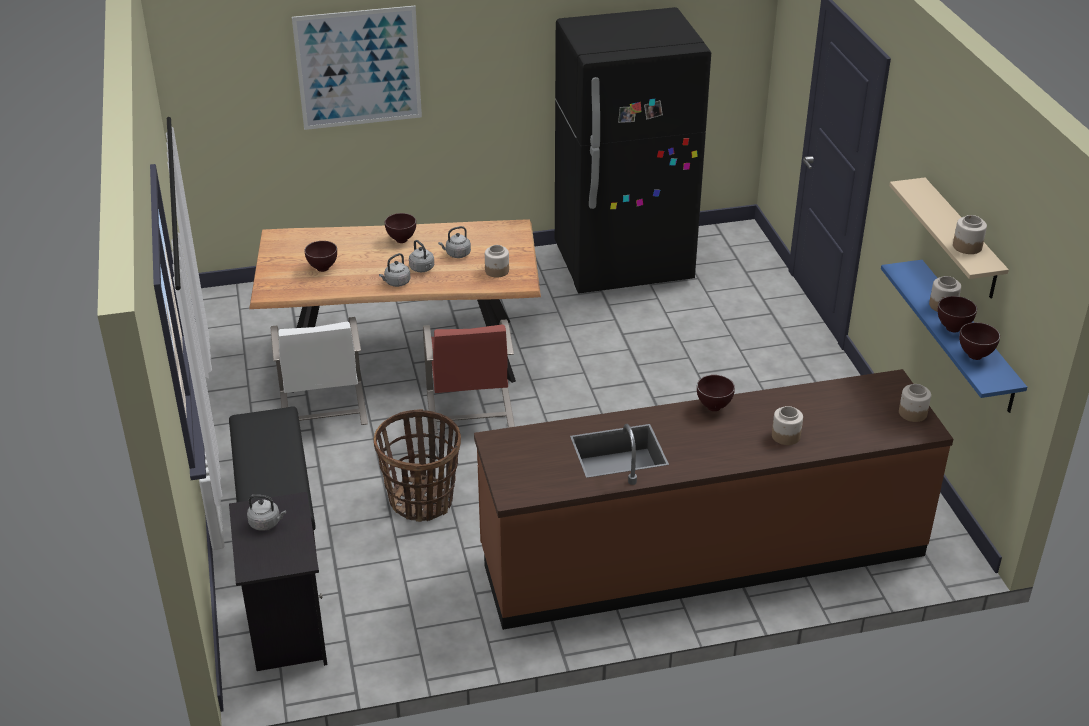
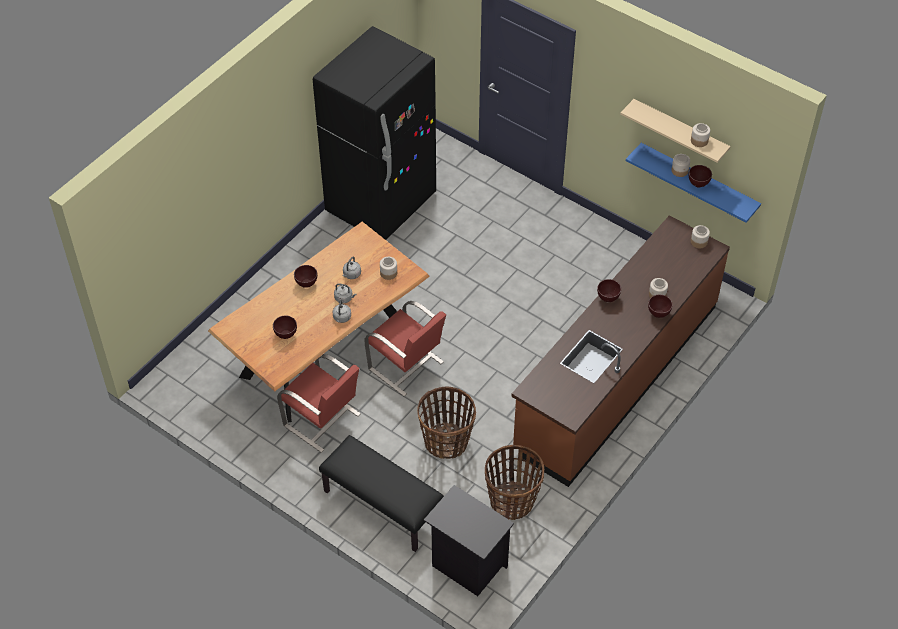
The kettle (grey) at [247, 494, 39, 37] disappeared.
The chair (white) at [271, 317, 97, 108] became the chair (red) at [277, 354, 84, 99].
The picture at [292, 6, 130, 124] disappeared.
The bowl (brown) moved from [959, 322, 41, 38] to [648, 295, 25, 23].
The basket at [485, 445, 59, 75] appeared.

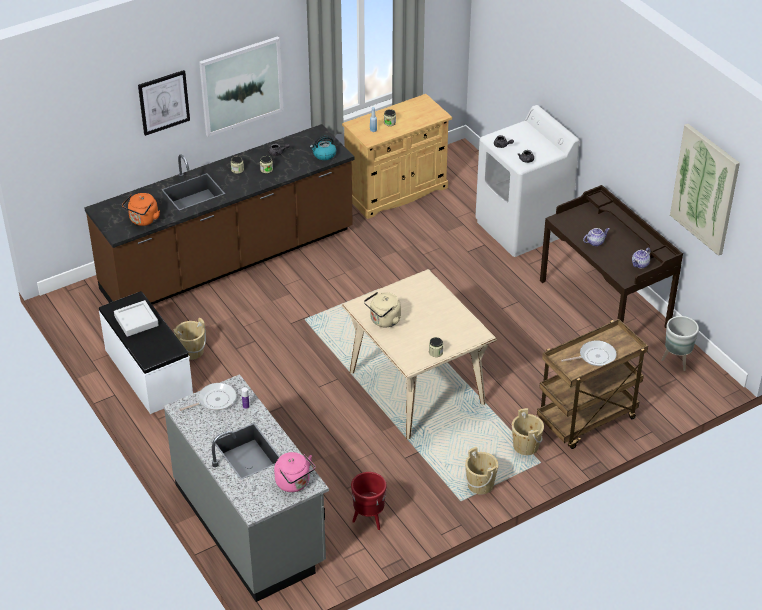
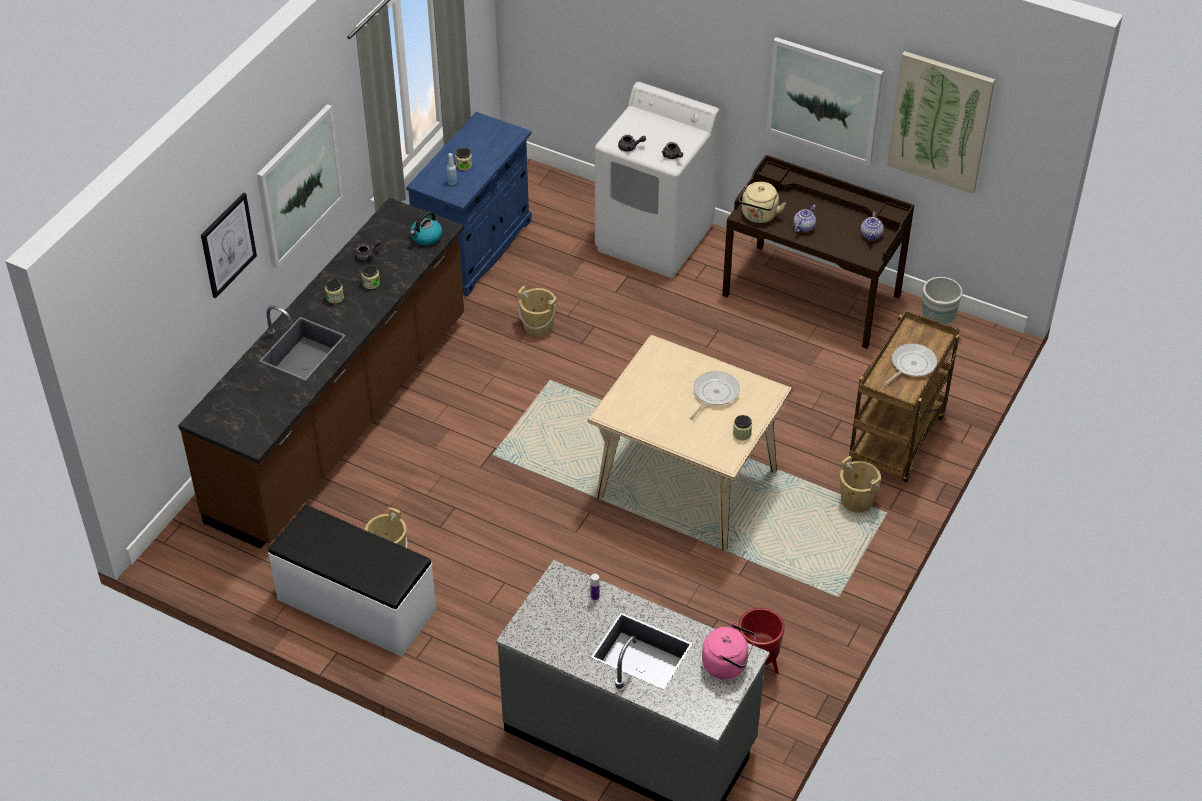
The tray (grey) at [114, 300, 45, 37] disappeared.
The kettle (orange) at [122, 193, 38, 33] disappeared.
The frying pan moved from [179, 383, 58, 28] to [690, 371, 50, 49].
The cabinet (beige) at [342, 94, 110, 125] became the cabinet (blue) at [406, 112, 126, 185].
The kettle (beige) moved from [364, 292, 37, 35] to [739, 182, 47, 41].
The bucket (beige) moved from [465, 447, 34, 48] to [518, 285, 39, 51].
The picture at [766, 37, 117, 129] appeared.

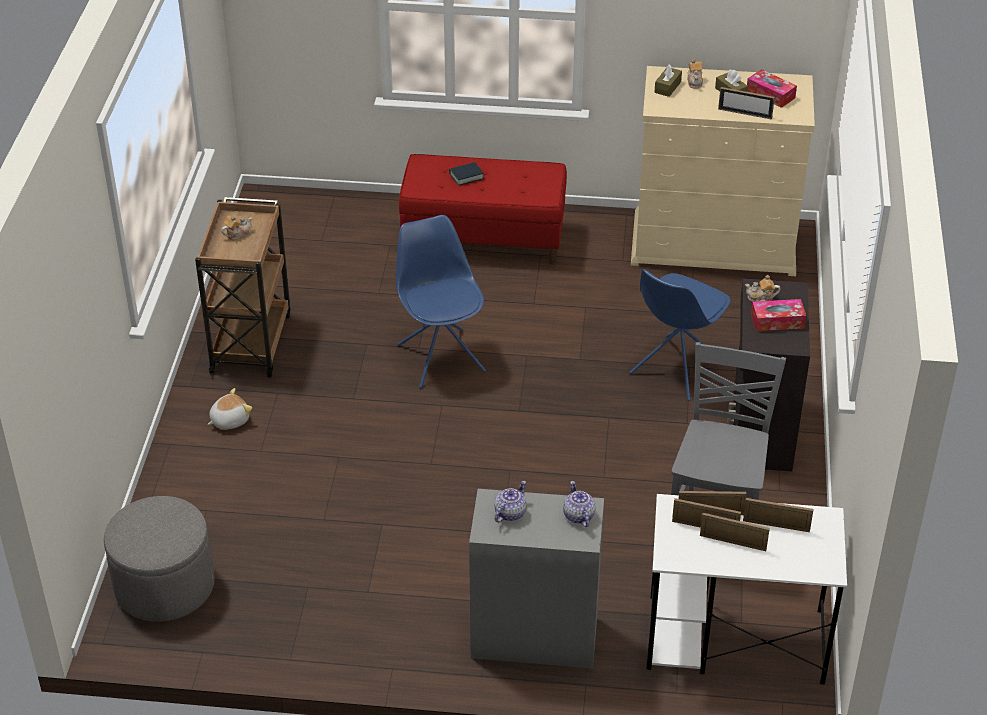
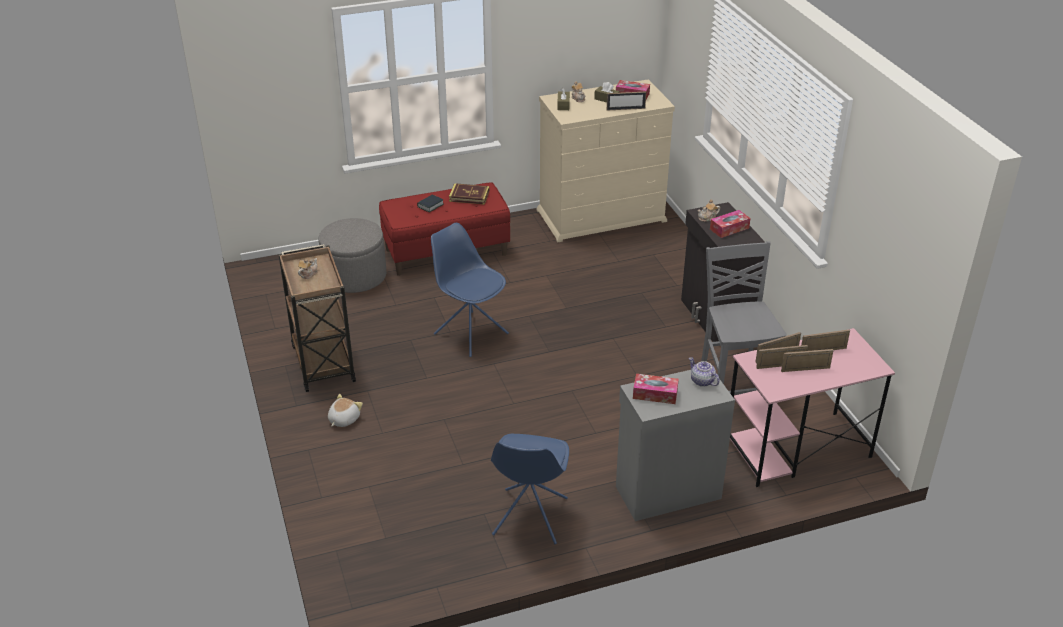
The ottoman (grey) moved from [104, 496, 111, 126] to [318, 218, 68, 75].
The teapot at [494, 481, 33, 41] was replaced by the tissue box at [633, 374, 46, 30].
The chair (blue) moved from [629, 269, 101, 132] to [491, 434, 78, 110].
The desk (white) at [646, 494, 201, 191] became the desk (pink) at [730, 328, 165, 159].
The book at [449, 183, 40, 22] appeared.

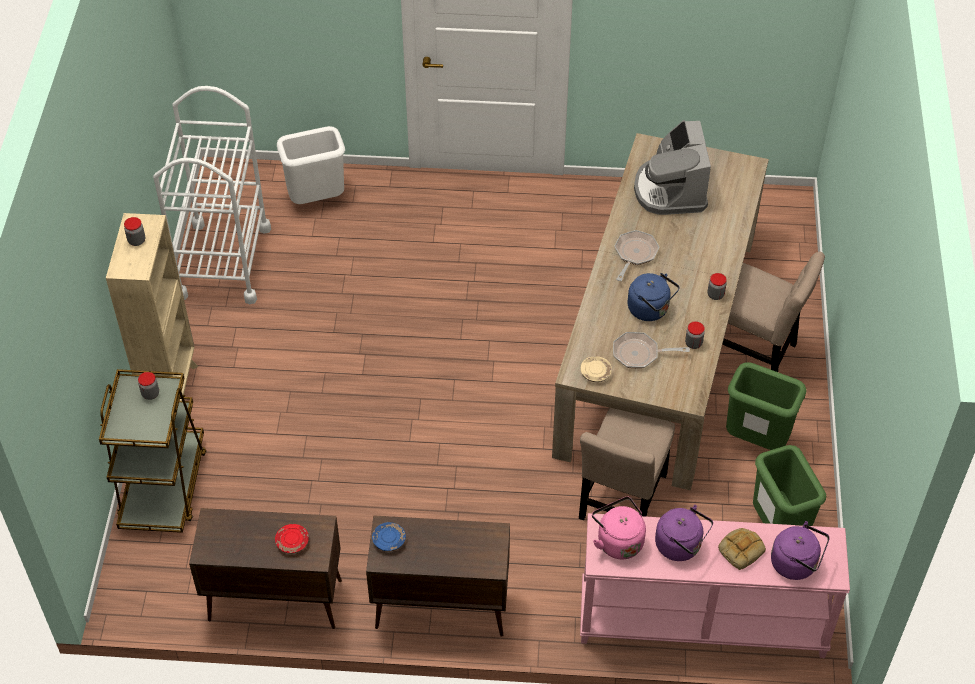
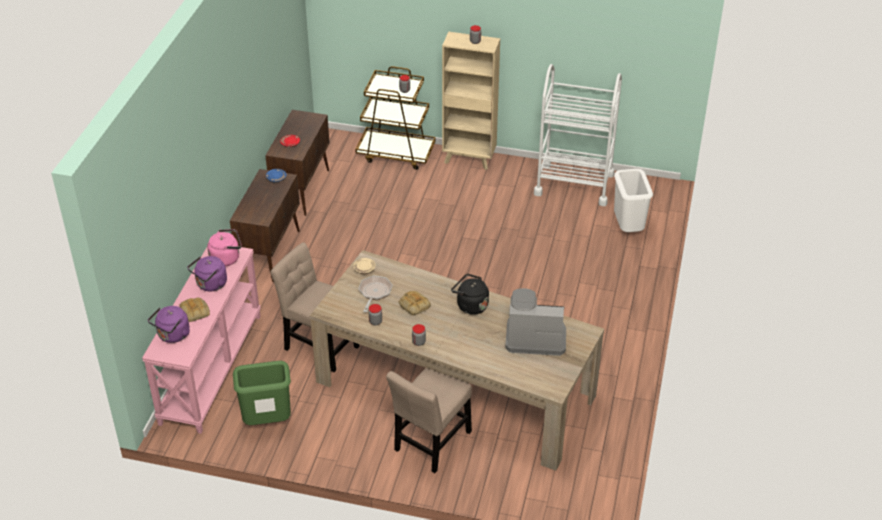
The frying pan at [614, 230, 45, 51] was replaced by the kettle (black) at [451, 274, 38, 41].
The kettle (blue) at [627, 273, 53, 48] was replaced by the bread at [399, 291, 32, 24].
The trash can (green) at [726, 362, 81, 88] disappeared.

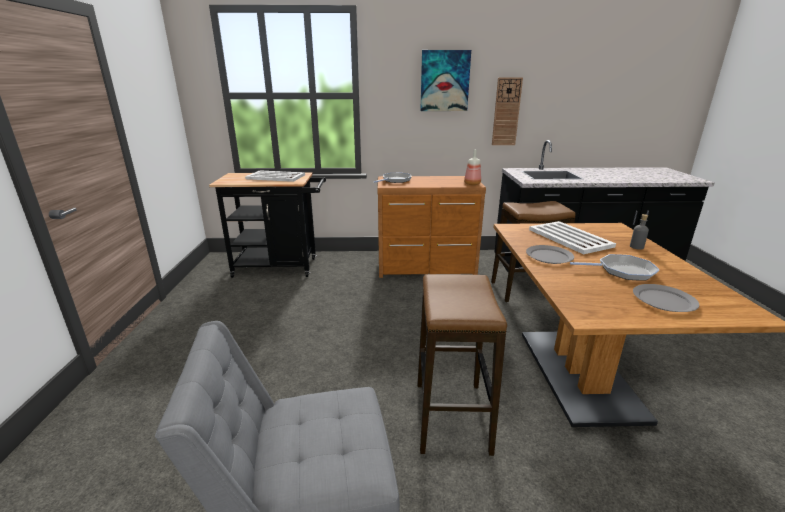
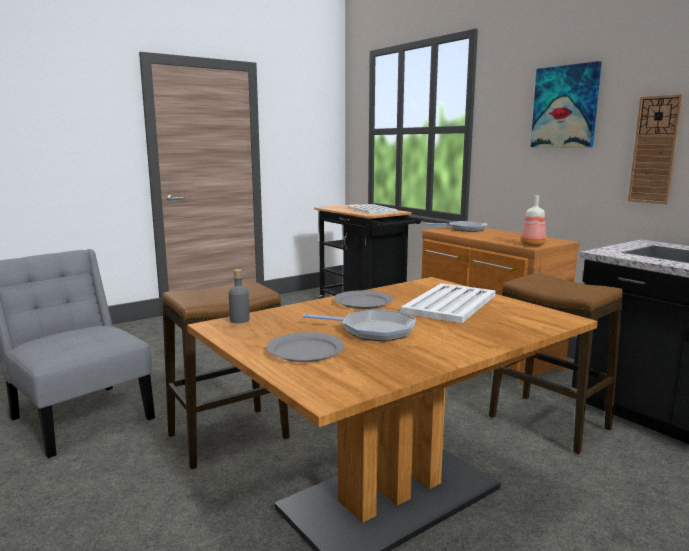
The frying pan at [570, 254, 90, 27] turned 45 degrees counterclockwise.
The bottle (grey) moved from [630, 214, 19, 36] to [229, 269, 20, 54].

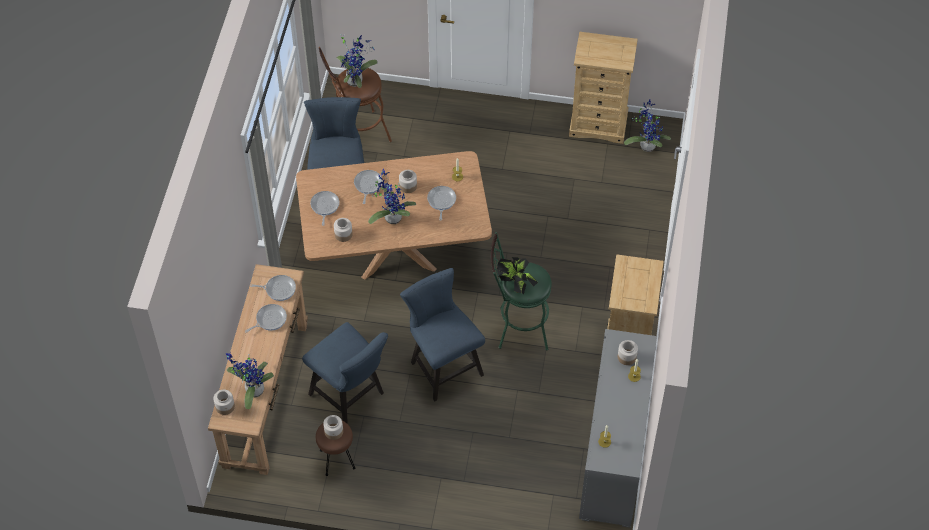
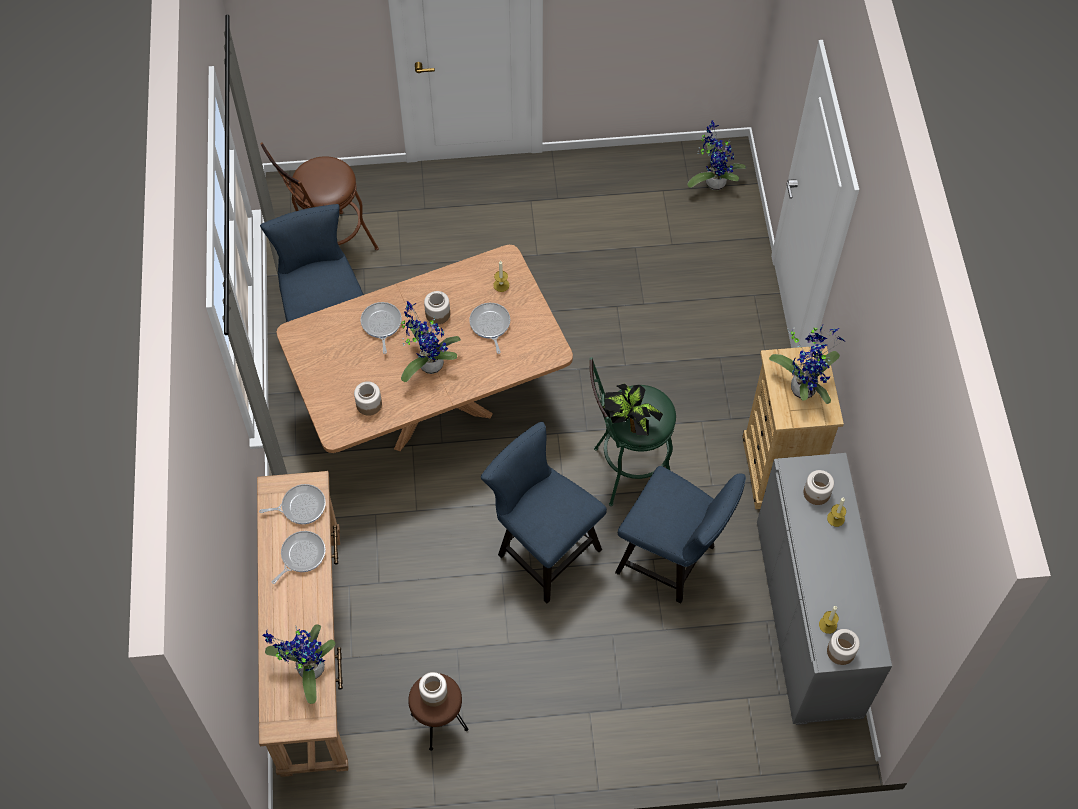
The jar moved from [214, 390, 21, 25] to [827, 629, 33, 36].
The chair (blue) moved from [302, 322, 86, 101] to [615, 466, 131, 137].
The frying pan at [310, 191, 29, 35] disappeared.
The potted plant moved from [337, 35, 41, 53] to [769, 325, 76, 79].
The dresser (beige) at [569, 32, 69, 112] disappeared.

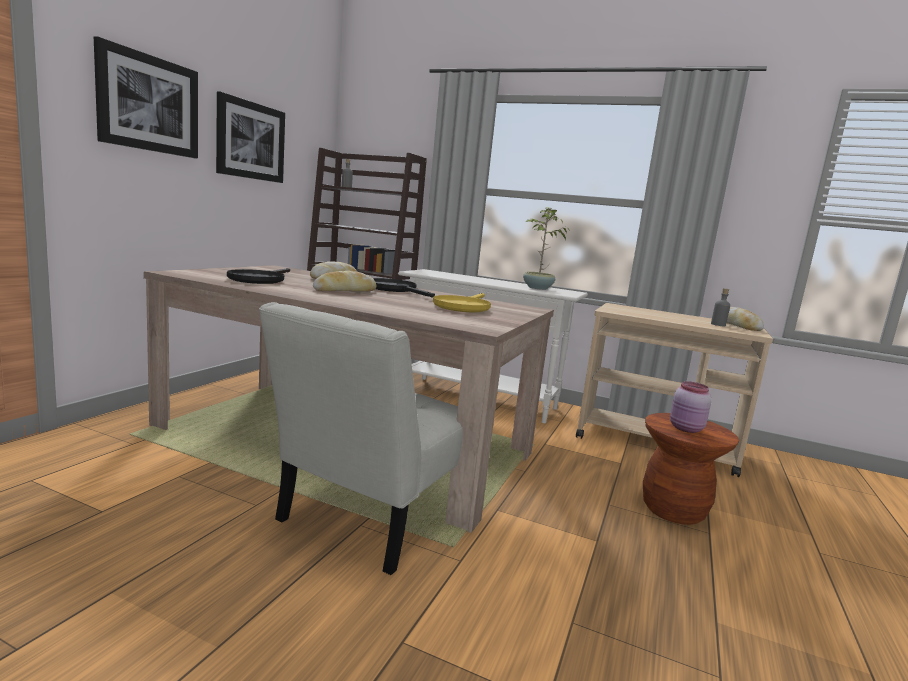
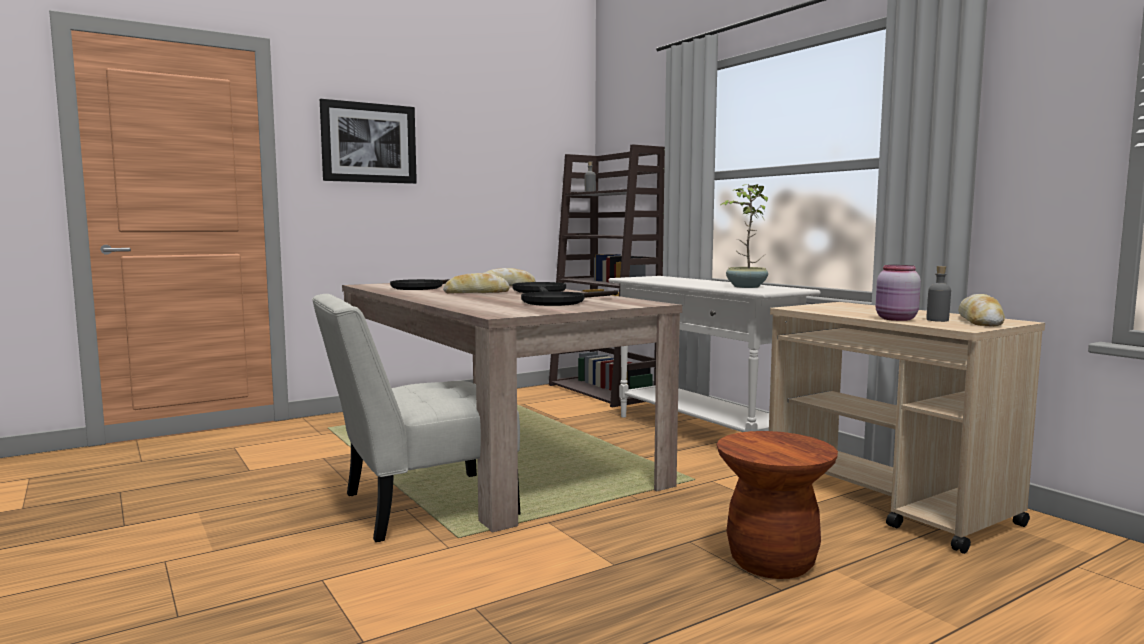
The picture at [216, 91, 69, 92] disappeared.
The frying pan (yellow) at [433, 293, 58, 19] became the frying pan (black) at [521, 290, 97, 16].
The jar (pink) moved from [670, 381, 42, 52] to [876, 265, 45, 56].

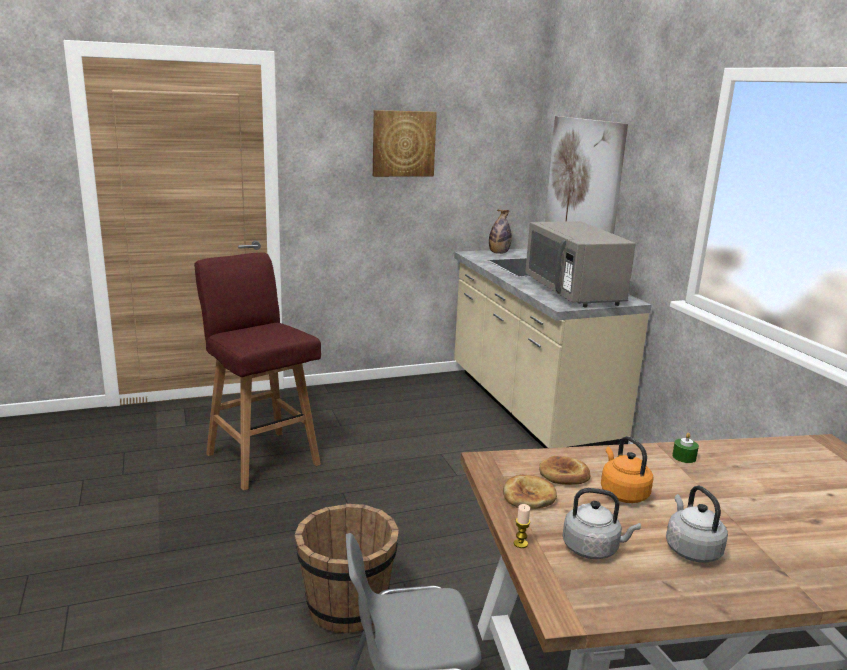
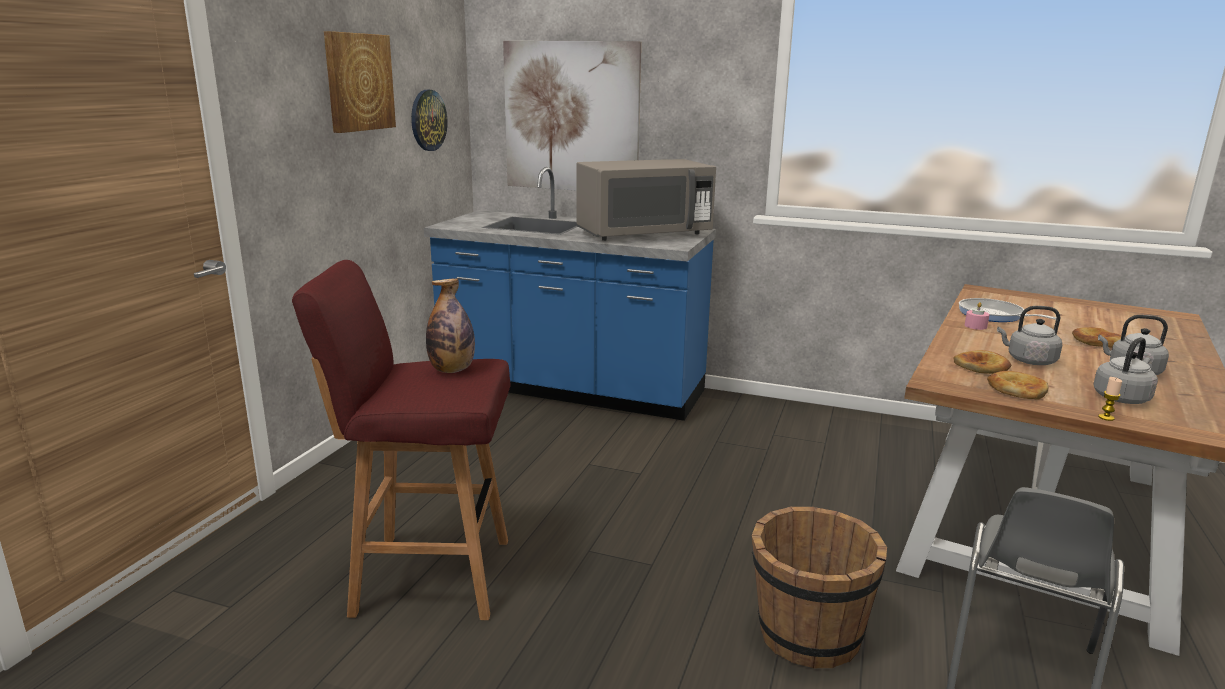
The counter (beige) at [454, 249, 198, 199] became the counter (blue) at [424, 167, 292, 254].
The bottle moved from [489, 209, 23, 45] to [426, 279, 49, 94].
The microwave (grey) at [525, 221, 111, 86] turned 45 degrees counterclockwise.
The kettle (orange) at [601, 436, 52, 67] became the kettle (grey) at [997, 306, 65, 59].
The candle (green) at [672, 433, 27, 30] became the candle (pink) at [965, 302, 25, 28].
The wall clock at [411, 90, 36, 61] appeared.
The frying pan at [959, 298, 97, 24] appeared.
The bread at [1072, 327, 49, 20] appeared.

